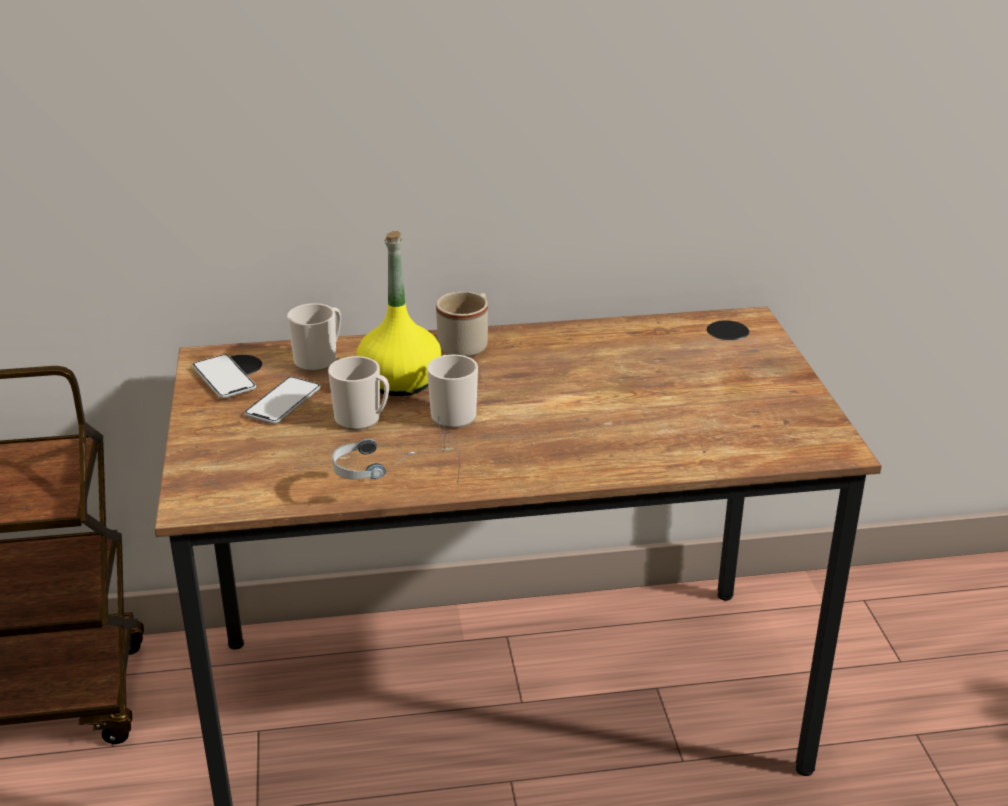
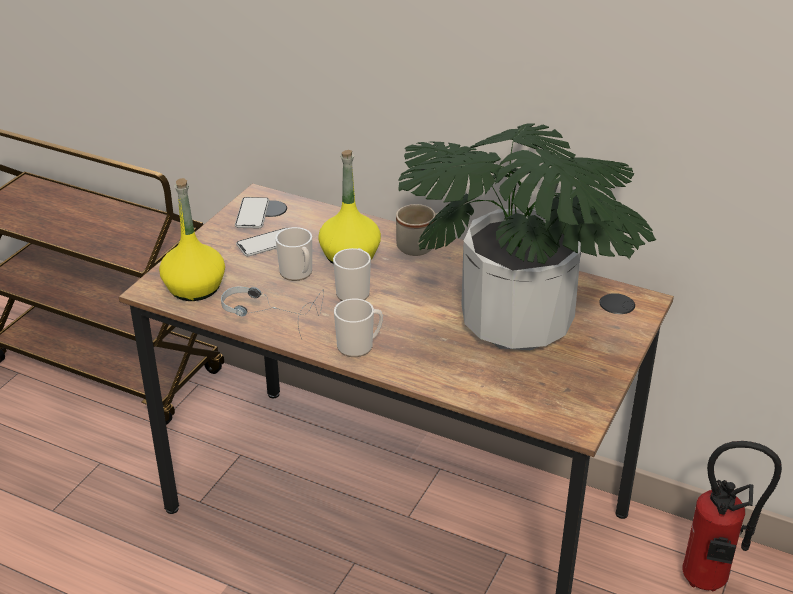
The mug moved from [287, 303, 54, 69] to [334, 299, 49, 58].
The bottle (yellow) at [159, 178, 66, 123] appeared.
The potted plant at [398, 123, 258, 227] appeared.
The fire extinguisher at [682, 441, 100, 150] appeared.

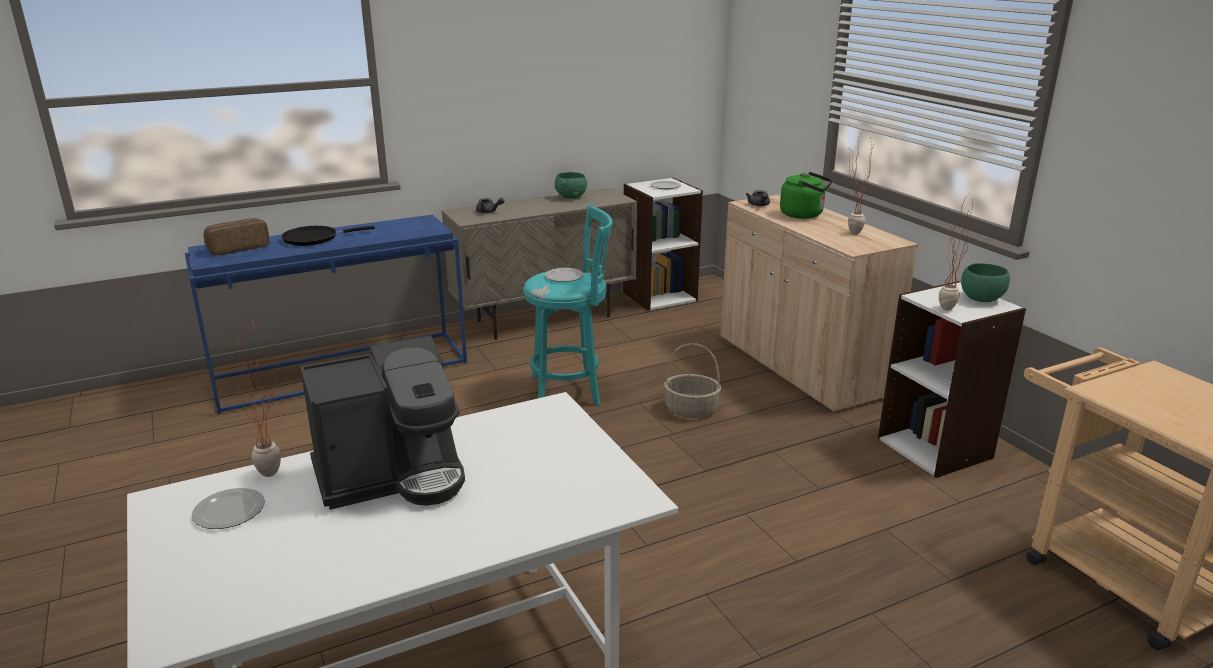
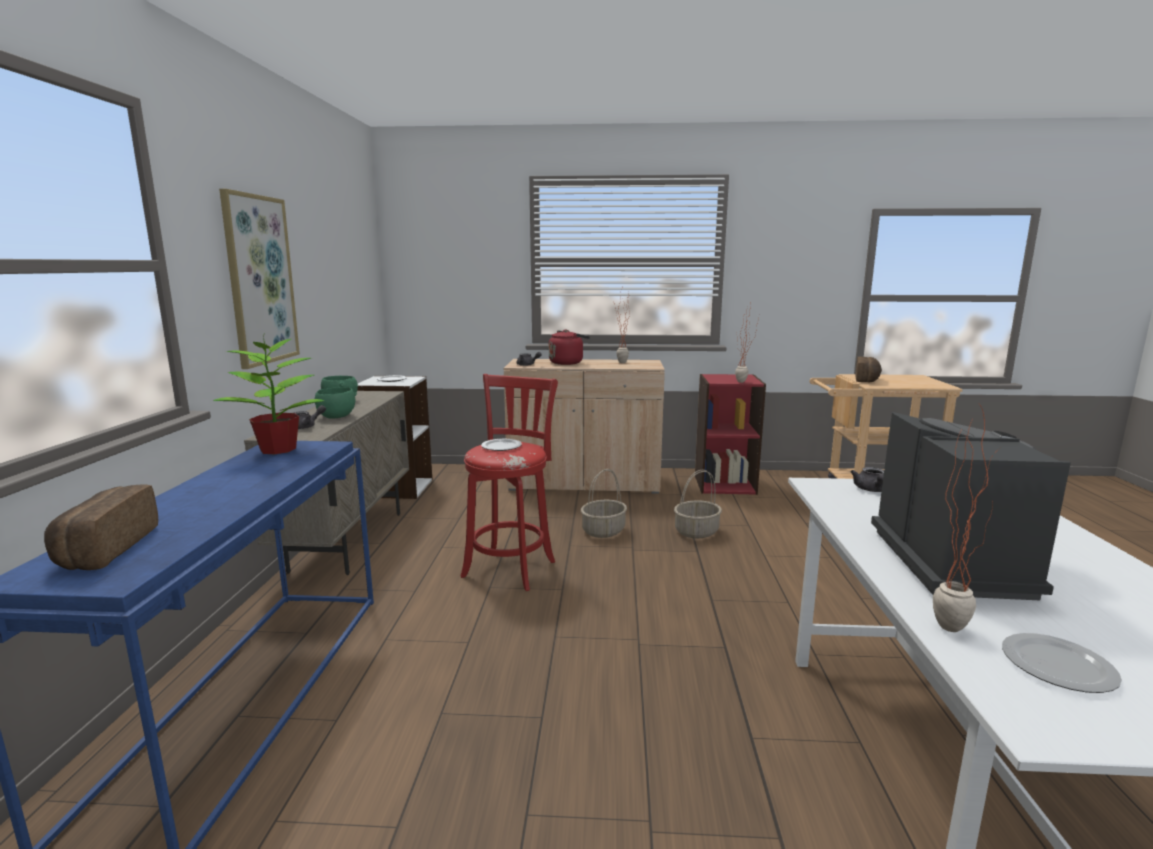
The frying pan (black) at [282, 226, 93, 20] disappeared.
The stool (turquoise) at [524, 204, 89, 202] became the stool (red) at [460, 374, 98, 217].
The kettle (green) at [780, 172, 53, 47] became the kettle (red) at [549, 330, 41, 35].
The bookcase (white) at [878, 281, 148, 197] became the bookcase (red) at [695, 374, 71, 121].
The bowl (green) moved from [961, 263, 49, 39] to [315, 387, 40, 32].
The potted plant at [213, 332, 111, 122] appeared.
The picture at [219, 189, 81, 180] appeared.
The basket at [674, 470, 48, 68] appeared.
The teapot (grey) at [851, 467, 33, 25] appeared.
The bread at [855, 356, 27, 26] appeared.

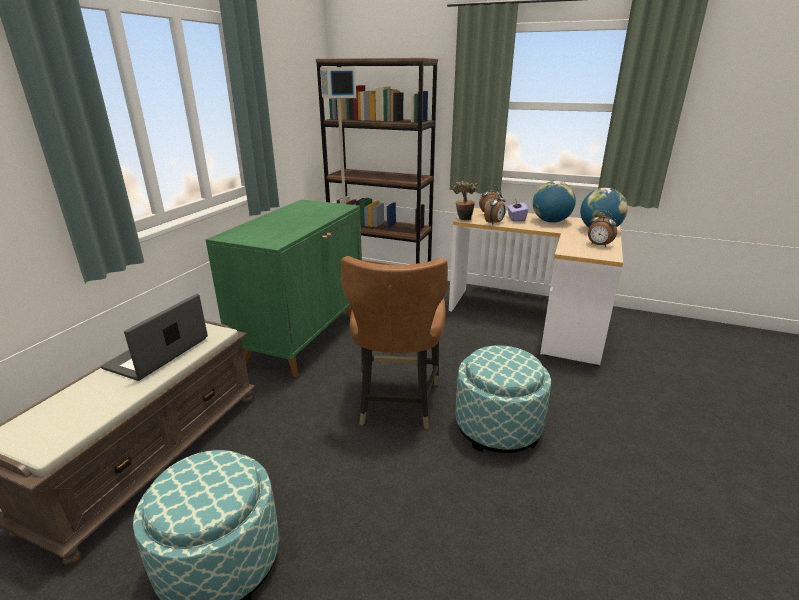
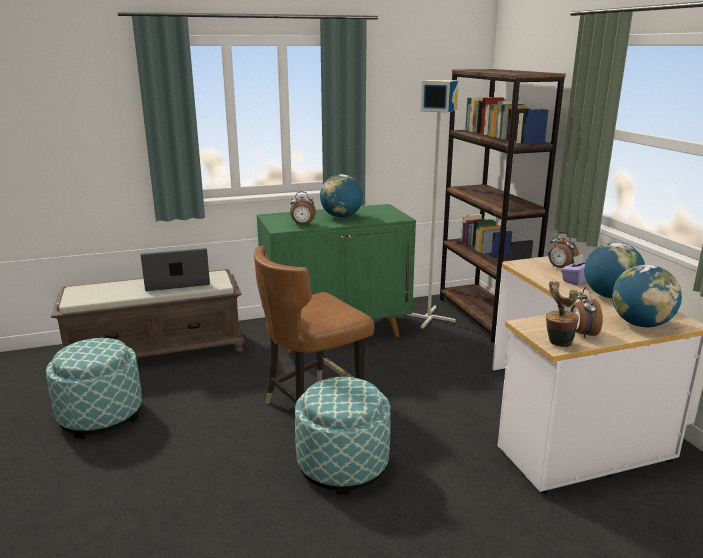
The potted plant moved from [453, 181, 24, 39] to [546, 281, 33, 66].
The alarm clock moved from [484, 192, 22, 33] to [290, 192, 26, 34].
The globe at [320, 174, 43, 44] appeared.

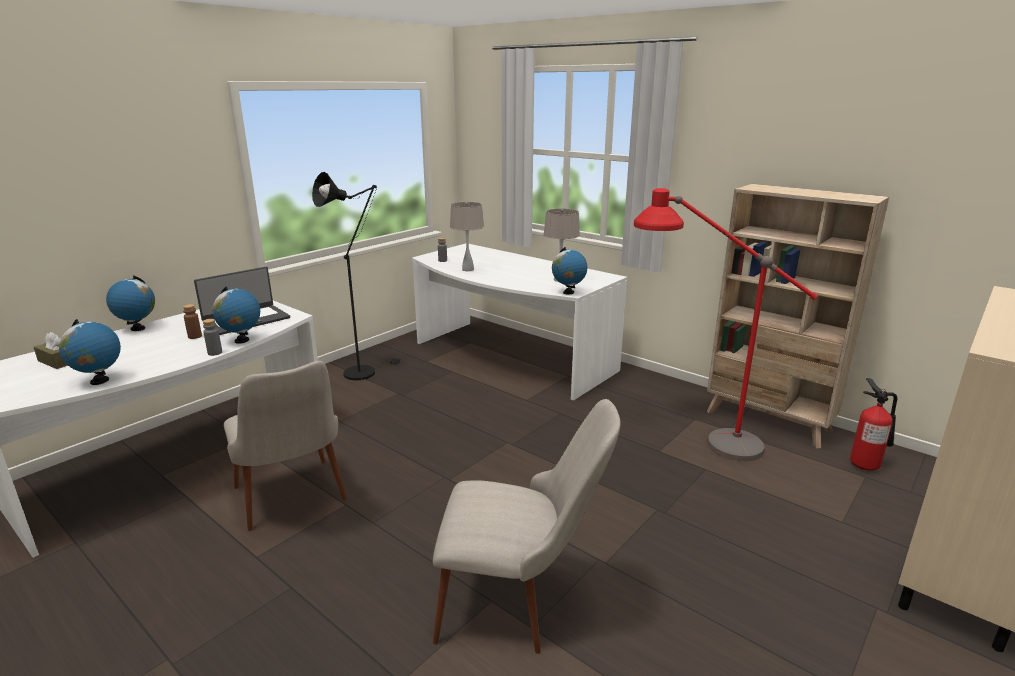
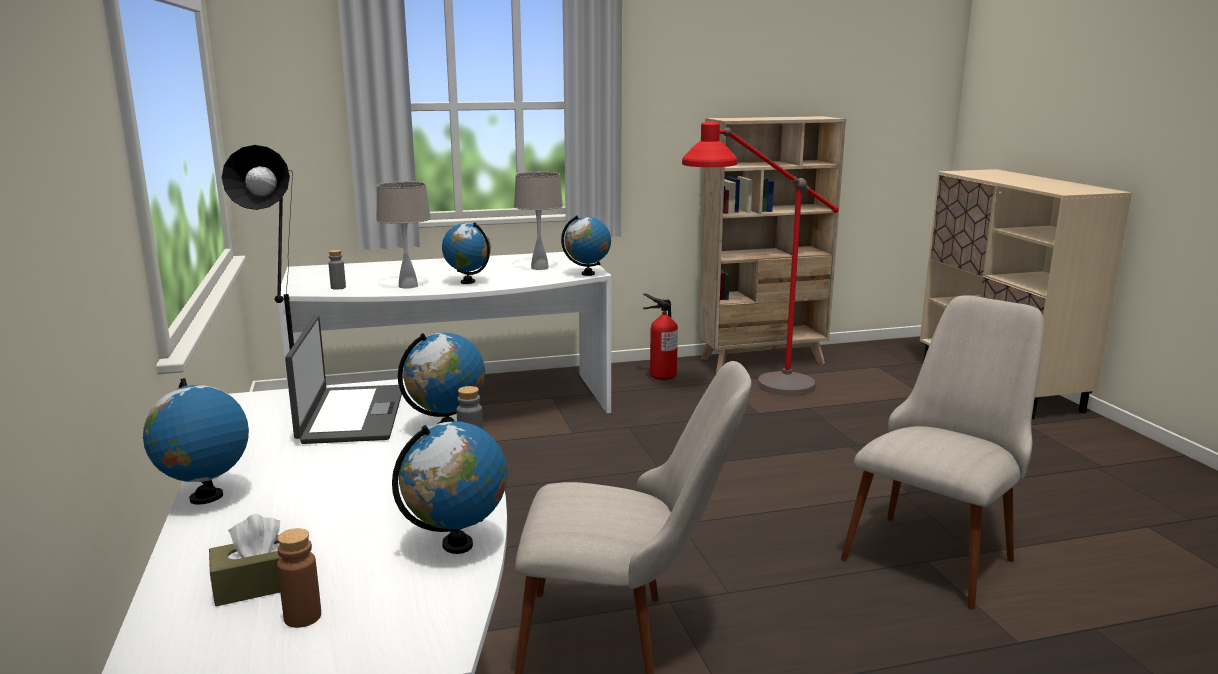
The bottle (brown) moved from [183, 304, 19, 35] to [277, 528, 44, 100].
The fire extinguisher moved from [850, 378, 47, 93] to [643, 294, 35, 86].
The globe at [442, 222, 49, 62] appeared.

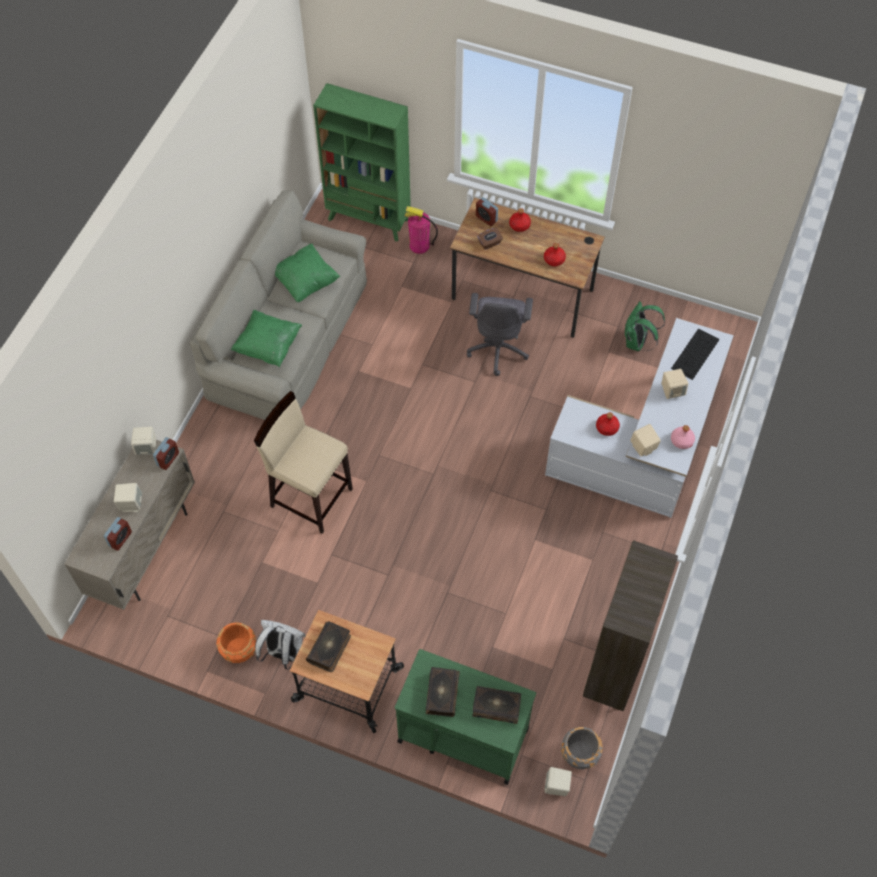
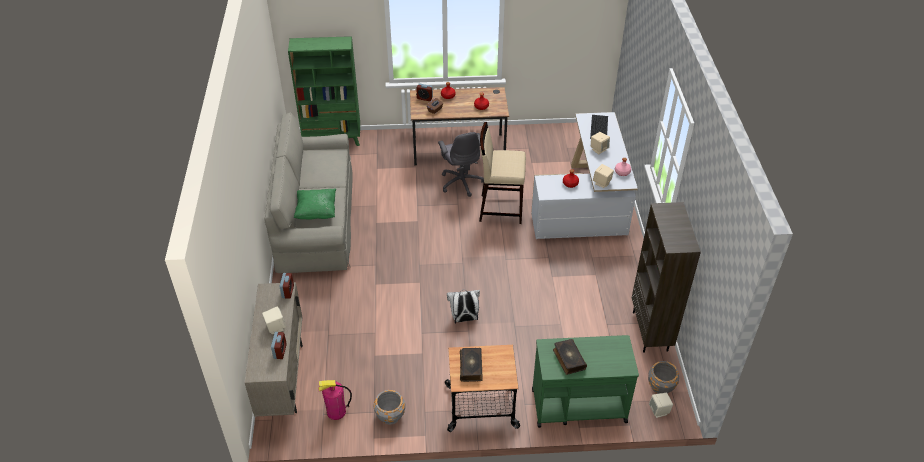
The speaker (beige) at [131, 427, 25, 28] disappeared.
The planter (orange) at [217, 622, 39, 41] became the planter (grey) at [373, 390, 32, 35].
The stool (beige) moved from [254, 391, 99, 143] to [479, 122, 47, 102].
The backpack (white) moved from [255, 620, 51, 50] to [447, 290, 33, 33].
The pillow (green) at [275, 244, 65, 58] disappeared.
The fire extinguisher moved from [404, 206, 34, 48] to [318, 380, 34, 40].
The book at [472, 686, 49, 38] disappeared.
The backpack (green) at [625, 301, 40, 50] disappeared.

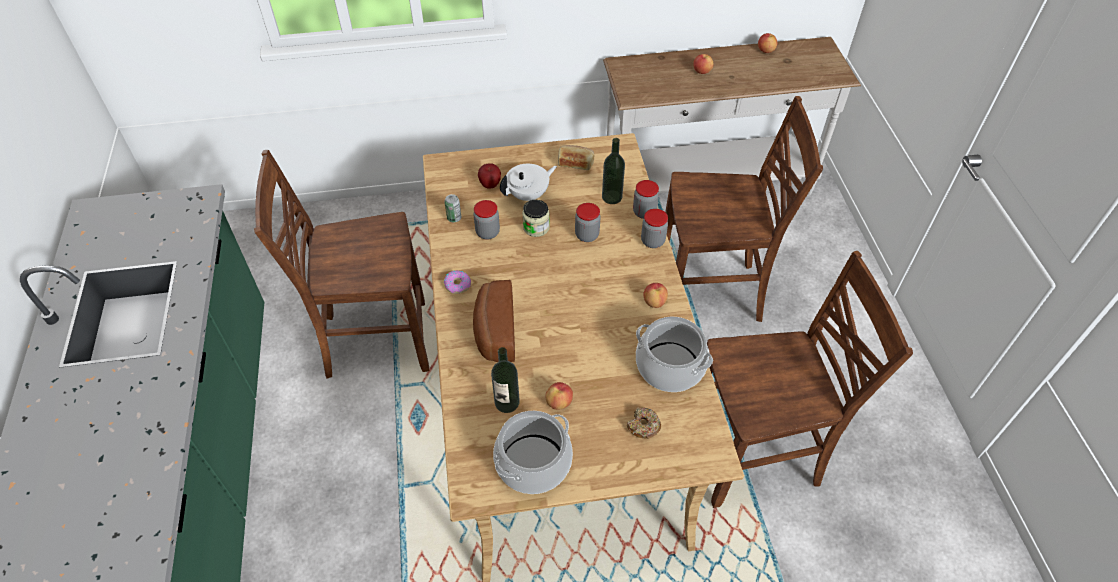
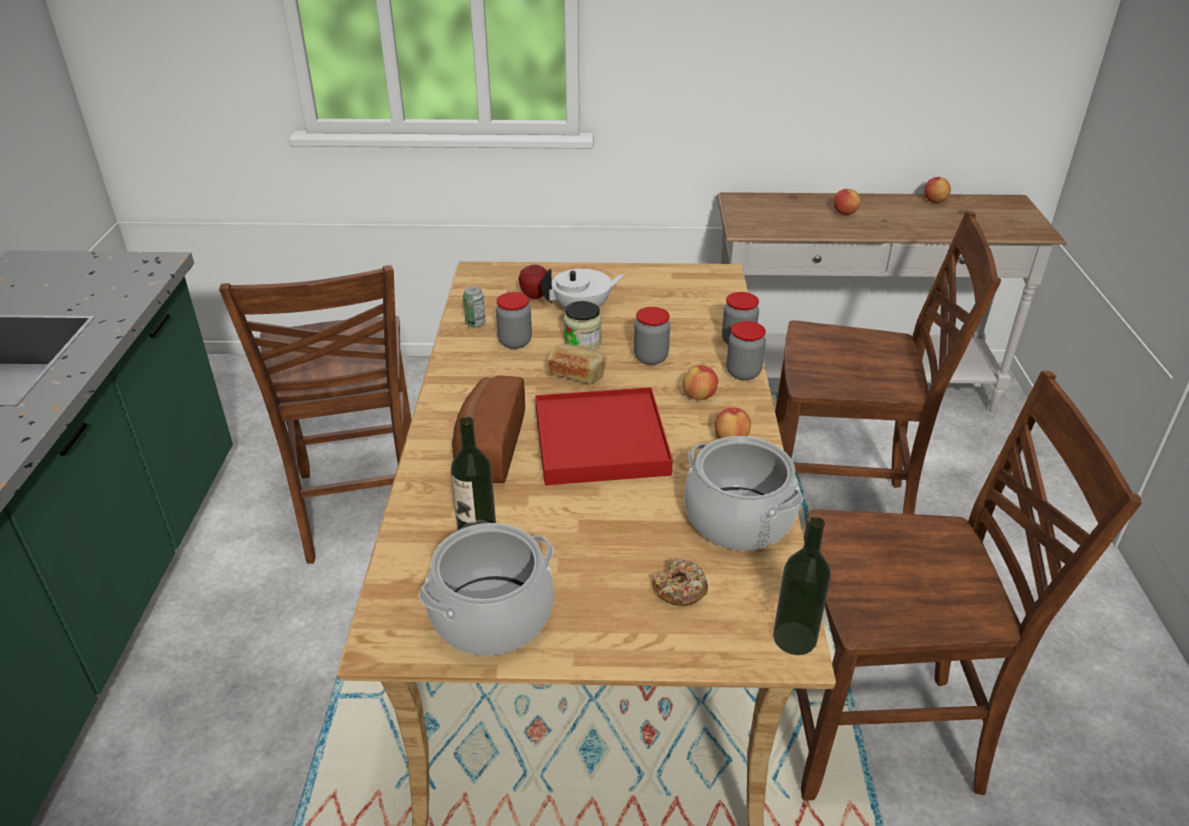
The chair (brown) at [254, 150, 175, 228] turned 105 degrees counterclockwise.
The donut at [444, 270, 27, 24] disappeared.
The apple moved from [545, 382, 28, 28] to [683, 365, 35, 35].
The bread moved from [558, 145, 36, 25] to [547, 344, 59, 40].
The bottle moved from [602, 138, 23, 66] to [773, 517, 58, 138].
The tray (red) at [535, 387, 138, 98] appeared.

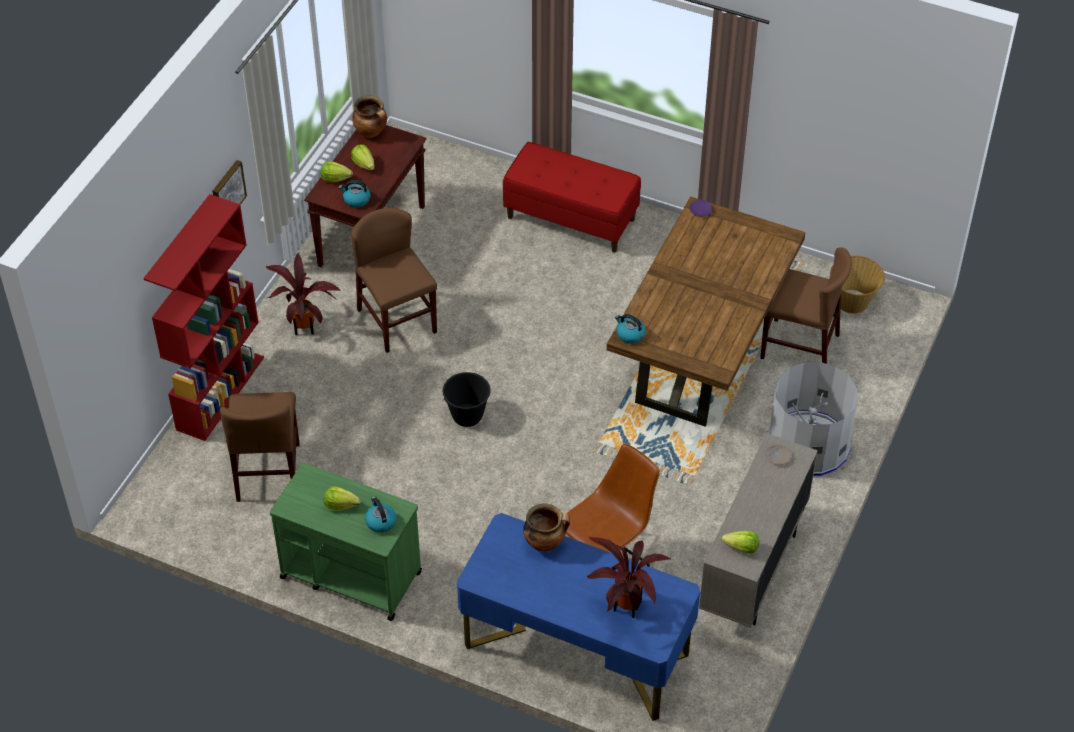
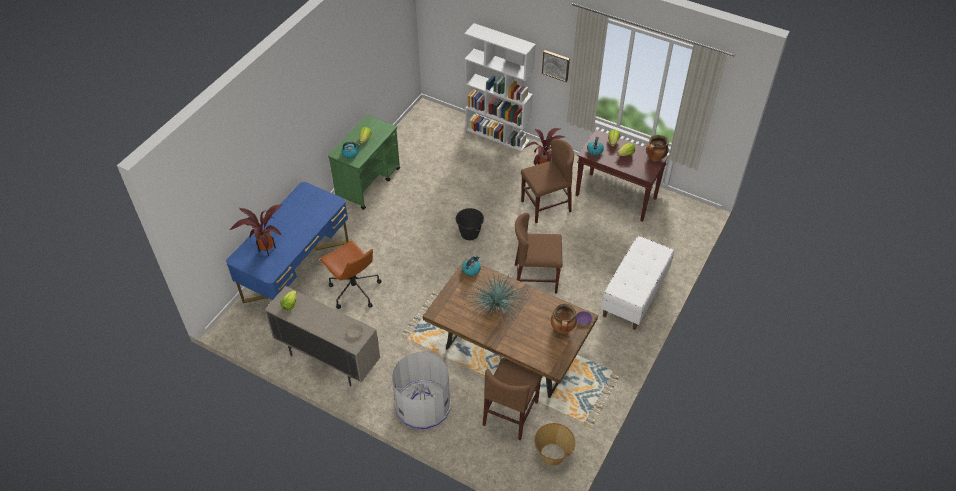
The bookcase (red) at [143, 194, 121, 247] became the bookcase (white) at [464, 23, 72, 129].
The chair (brown) moved from [220, 392, 80, 110] to [515, 213, 47, 80].
The bench (red) at [503, 142, 138, 110] became the bench (white) at [601, 236, 73, 94].
The cooking pot moved from [523, 503, 47, 49] to [551, 304, 26, 30].
The potted plant at [463, 271, 64, 53] appeared.

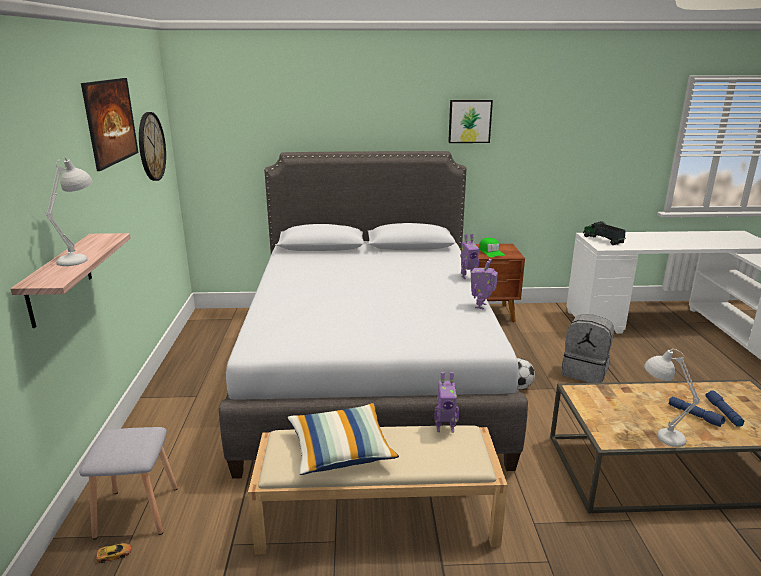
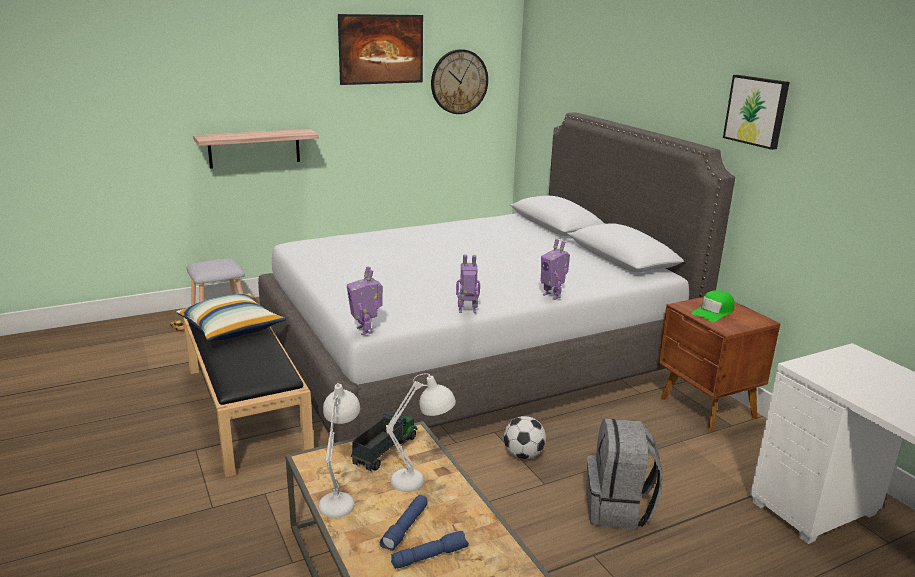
The table lamp (white) moved from [46, 157, 47, 109] to [386, 373, 70, 119].
The bench (beige) at [248, 425, 259, 130] became the bench (black) at [183, 317, 131, 160].
The toy robot moved from [435, 372, 24, 60] to [347, 267, 36, 68].
The toy truck moved from [583, 221, 43, 24] to [351, 412, 66, 59].

